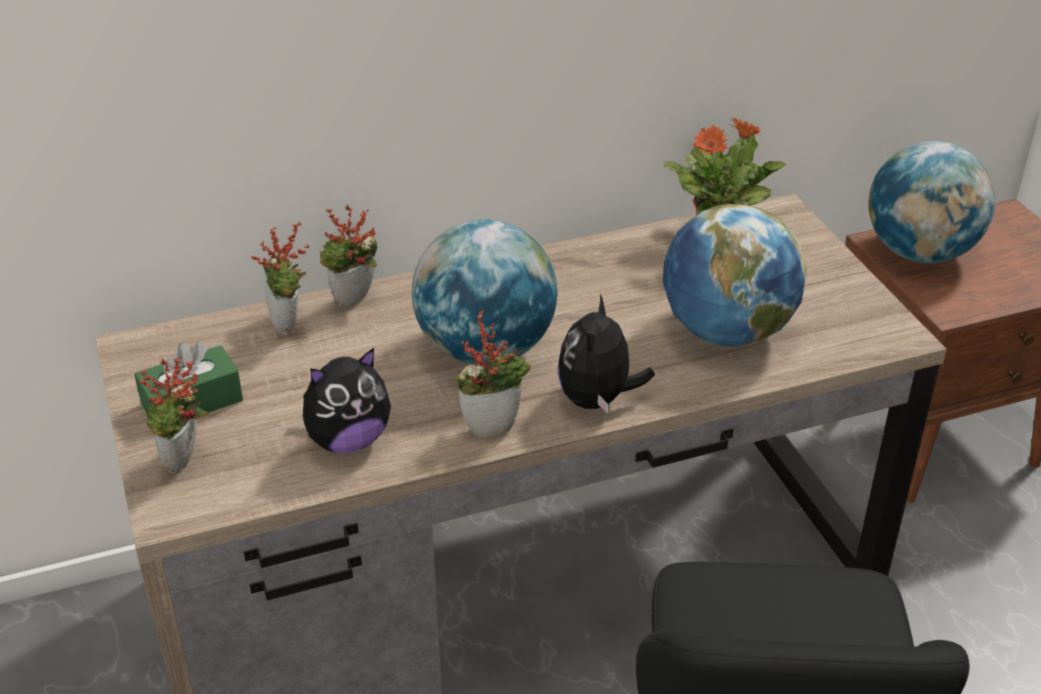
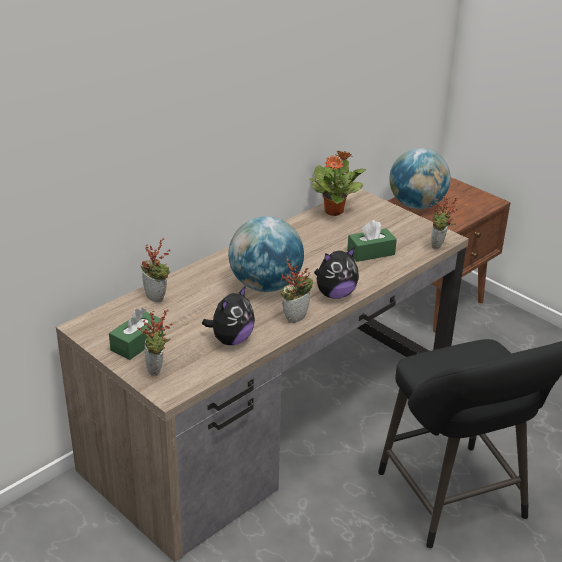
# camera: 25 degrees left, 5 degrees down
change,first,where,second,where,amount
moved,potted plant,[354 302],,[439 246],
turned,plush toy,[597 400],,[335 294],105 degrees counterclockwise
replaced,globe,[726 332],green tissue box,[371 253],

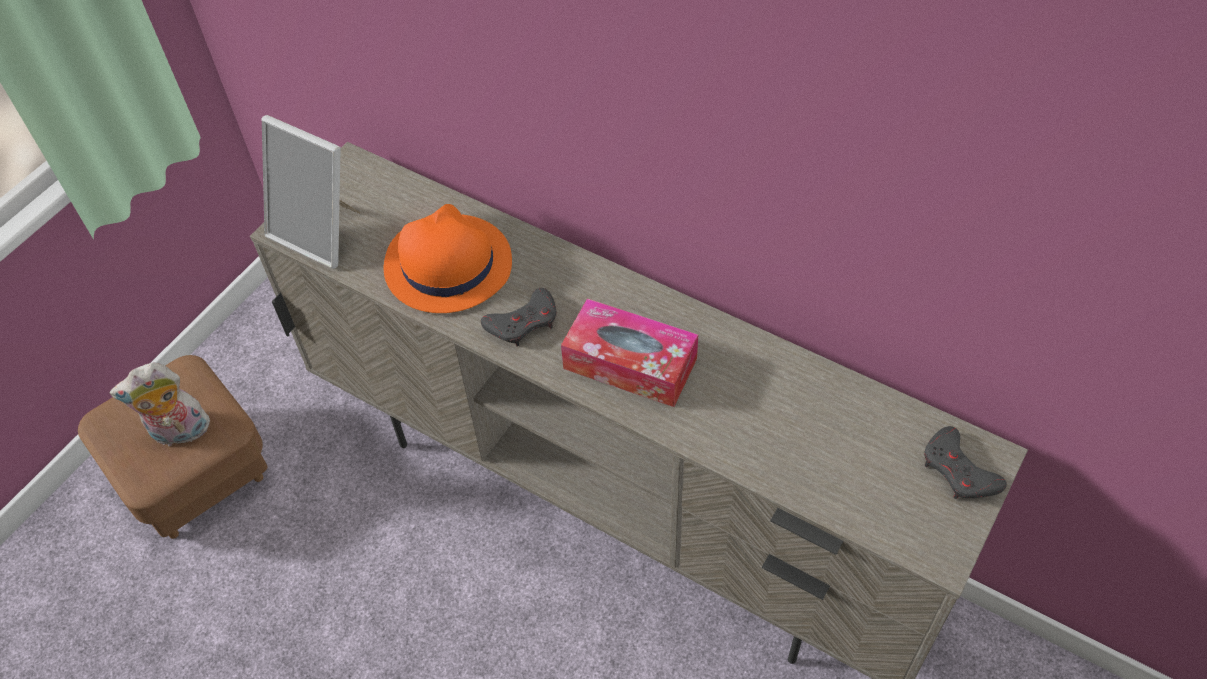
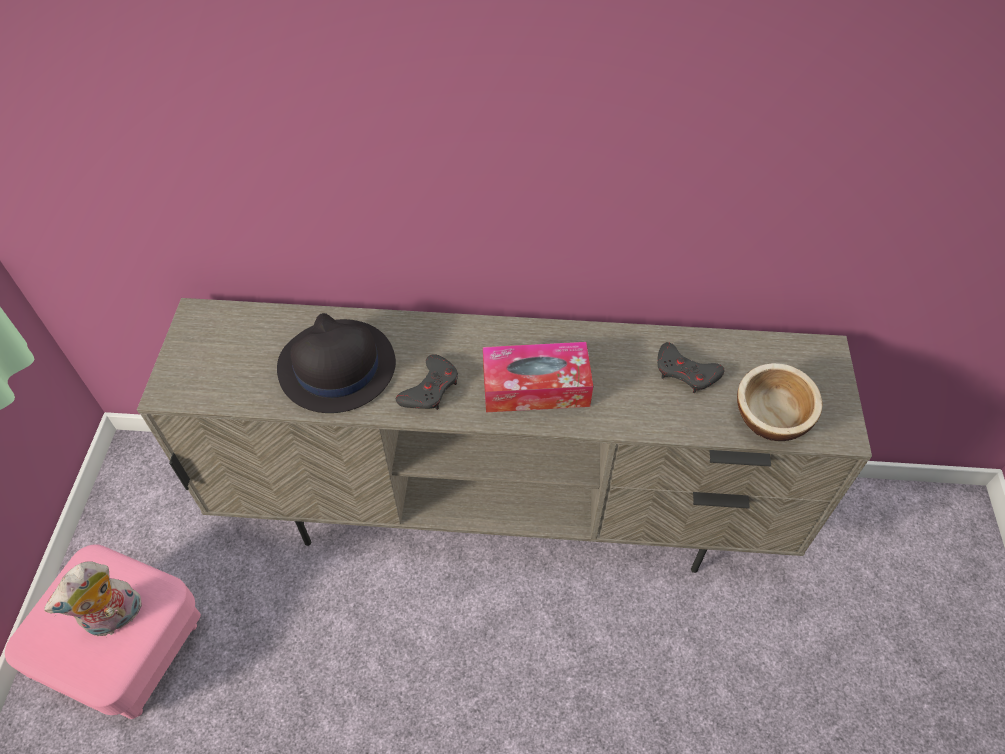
# camera: 30 degrees left, 0 degrees up
change,first,where,second,where,amount
recoloured,brown ottoman,[195 474],pink ottoman,[129 650],
removed,picture frame,[321 232],,,
recoloured,orange hat,[447 265],black hat,[336 367],
moved,grey game controller,[959 471],,[686 372],
added,,,bowl,[770 417],

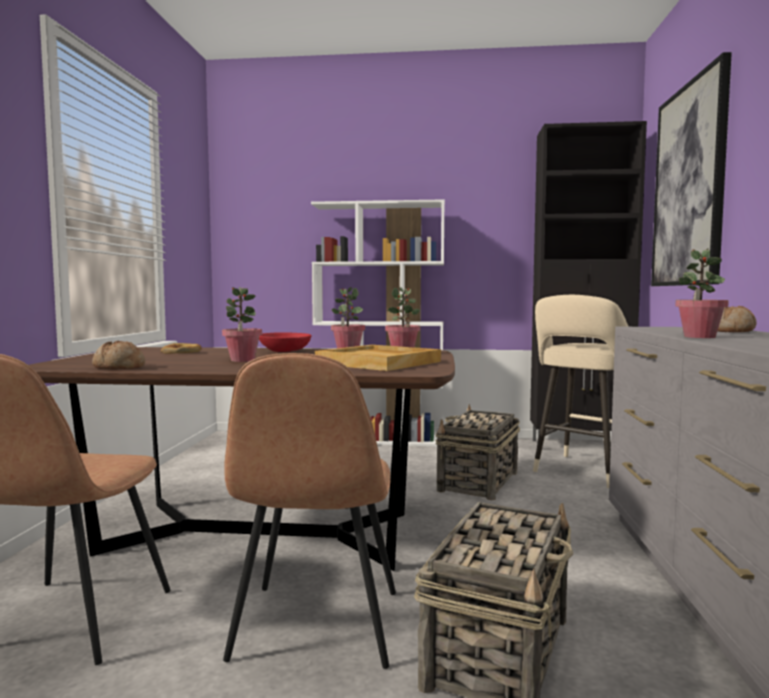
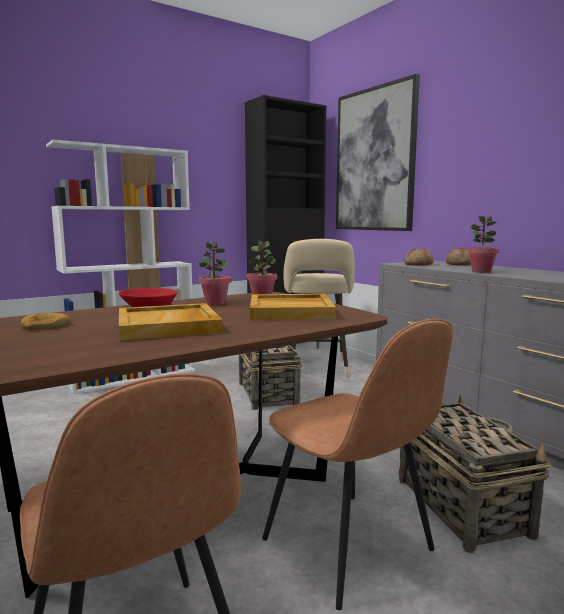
# camera: 40 degrees left, 5 degrees up
change,first,where,second,where,amount
moved,bread,[118 367],,[418 264],
replaced,potted plant,[242 360],beige tray,[169 326],

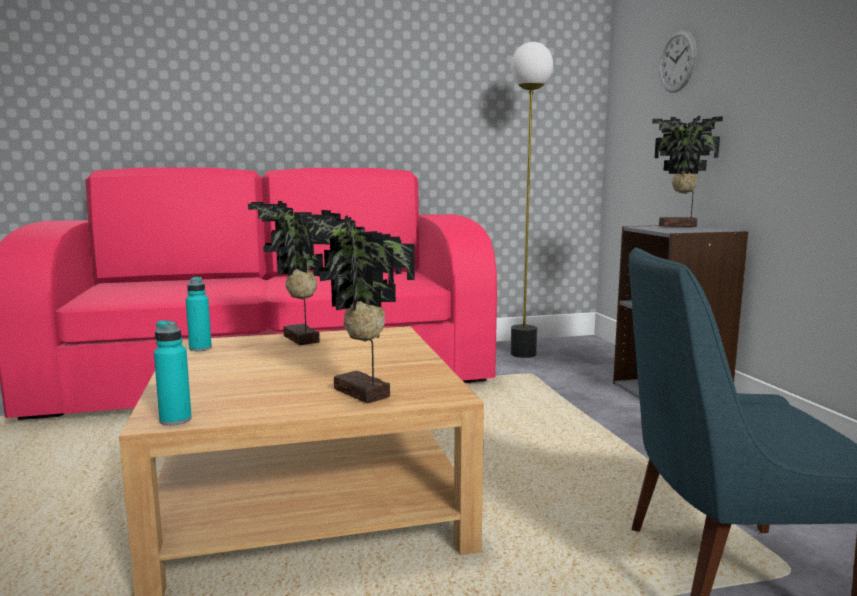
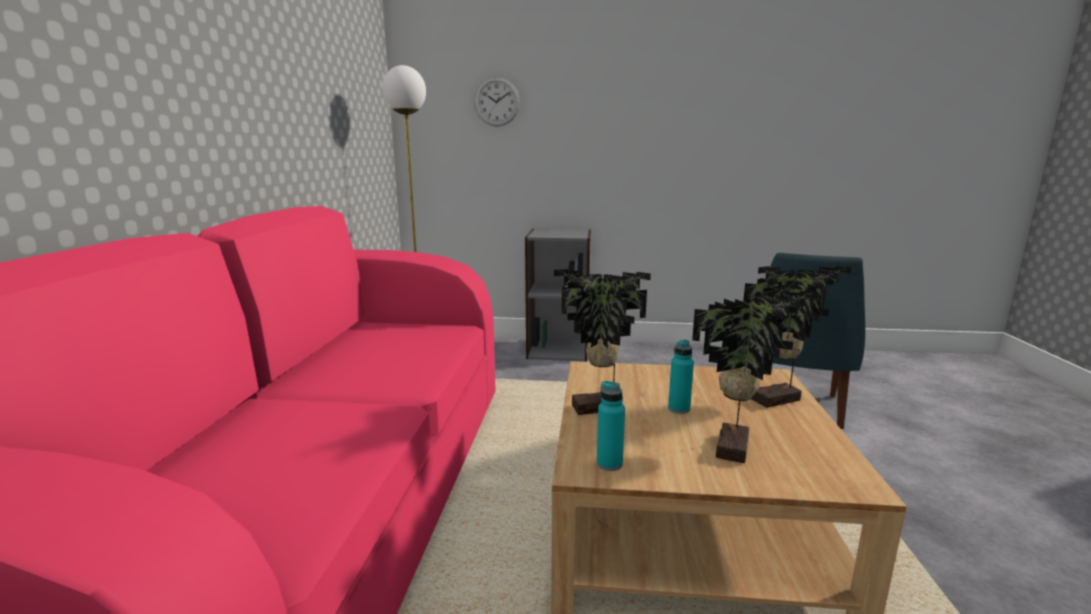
# camera: 70 degrees left, 5 degrees up
change,first,where,second,where,amount
moved,turquoise bottle,[175 420],,[679 409],
moved,potted plant,[679 226],,[736 448],

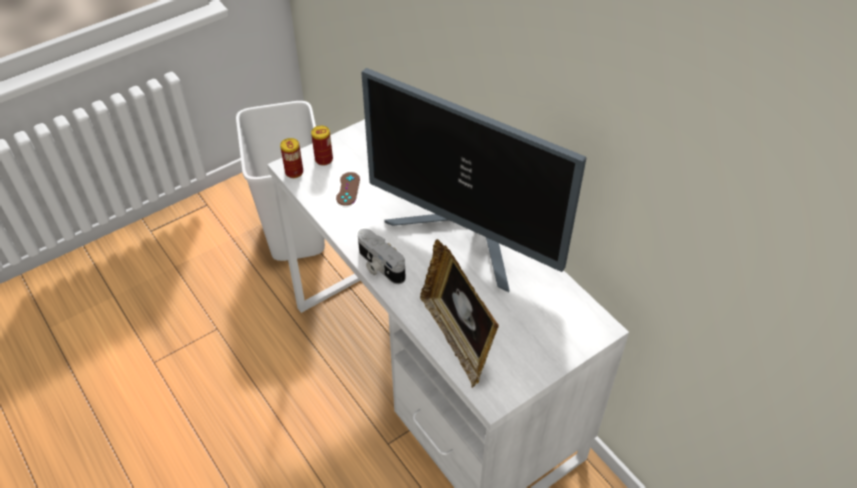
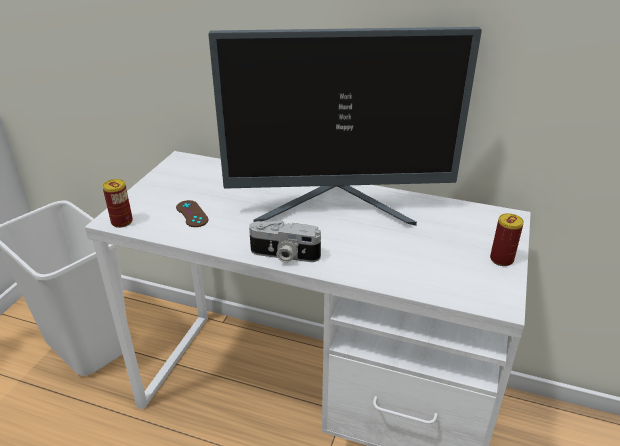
# camera: 35 degrees left, 15 degrees down
change,first,where,second,where,amount
moved,can,[324 159],,[501 259],
removed,picture frame,[457 337],,,

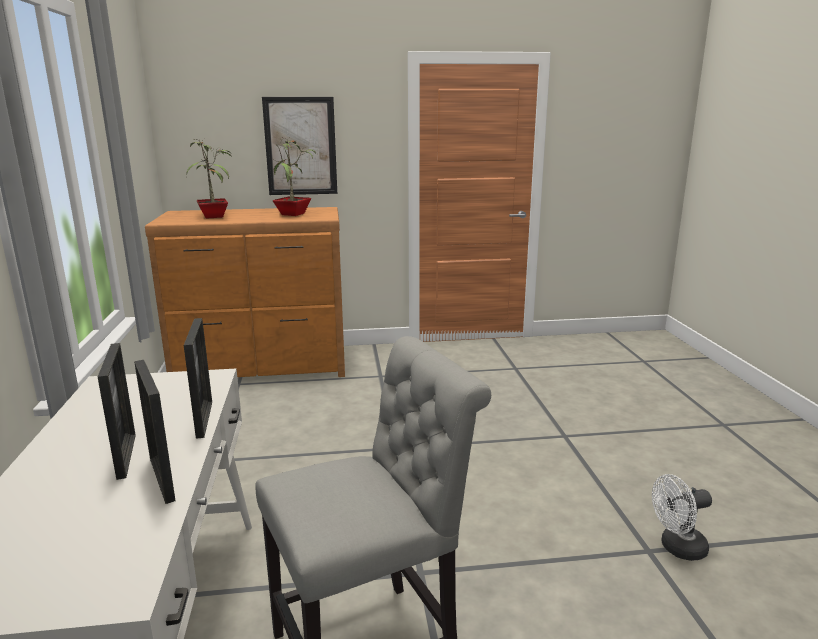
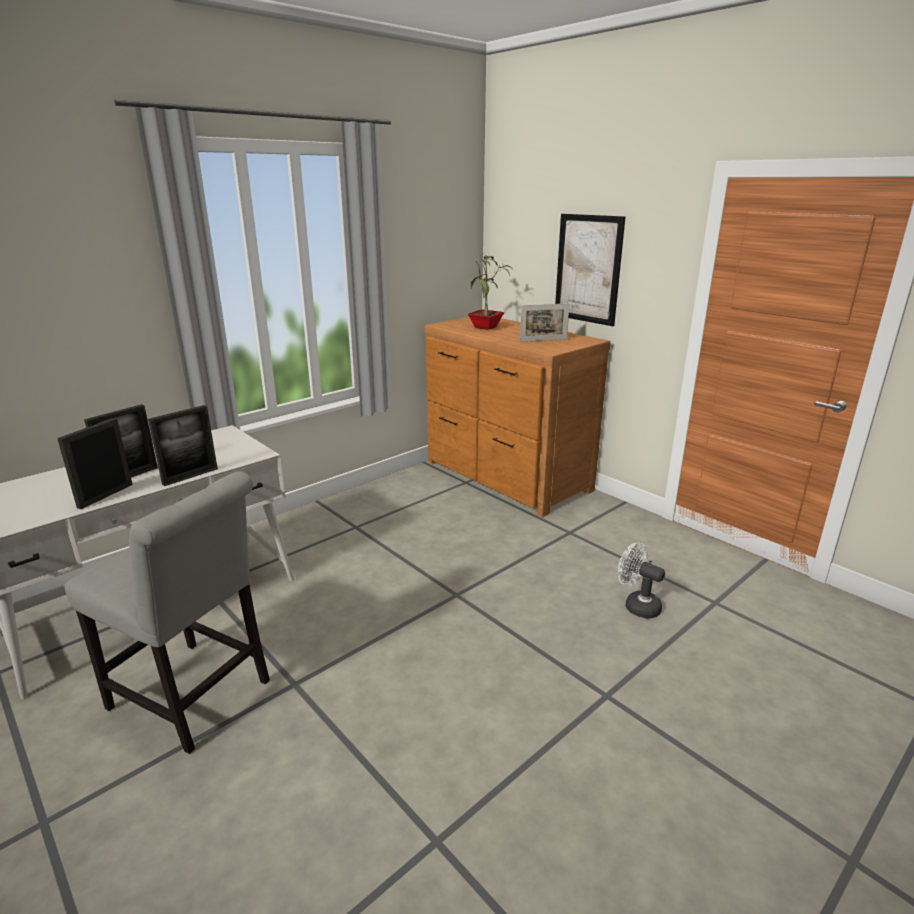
# camera: 55 degrees right, 5 degrees up
change,first,where,second,where,amount
replaced,potted plant,[294 214],picture frame,[543 340],
moved,white fan,[677 548],,[637 605],

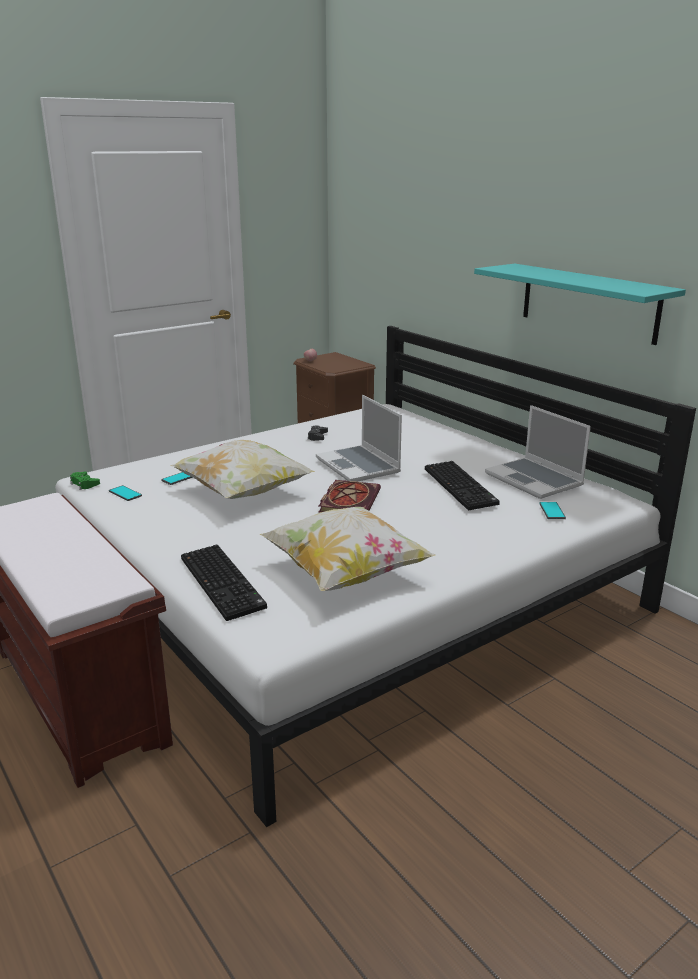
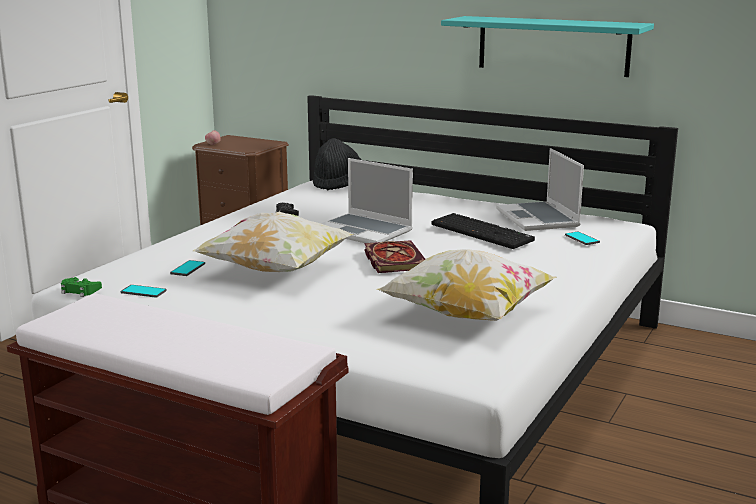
# camera: 25 degrees left, 5 degrees down
change,first,where,second,where,amount
removed,keyboard,[224 583],,,
turned,laptop,[535 480],,[539 219],45 degrees clockwise
added,,,black hat,[338 183],

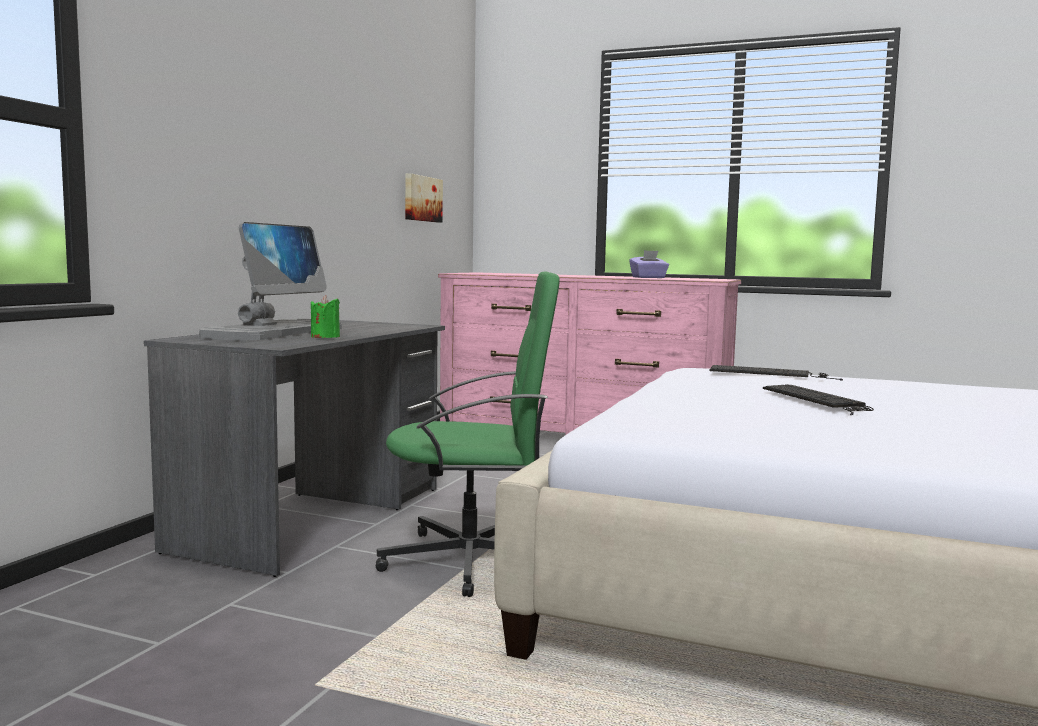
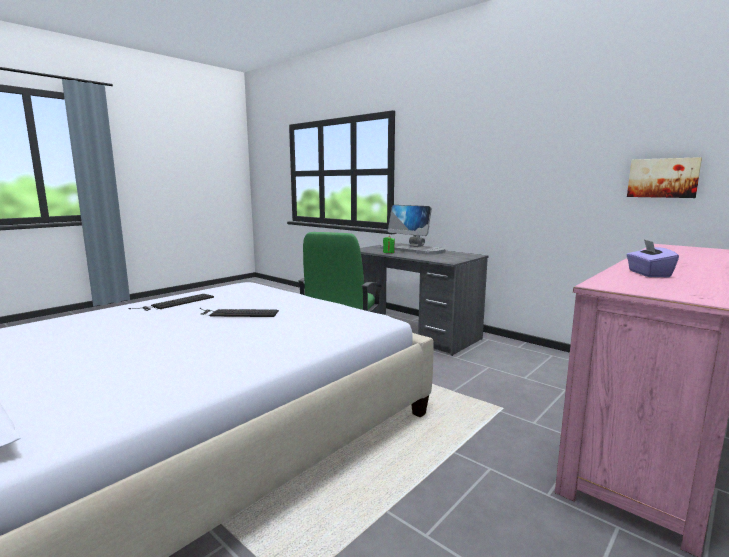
# camera: 110 degrees right, 5 degrees up
change,first,where,second,where,amount
moved,keyboard,[771 373],,[175 303],

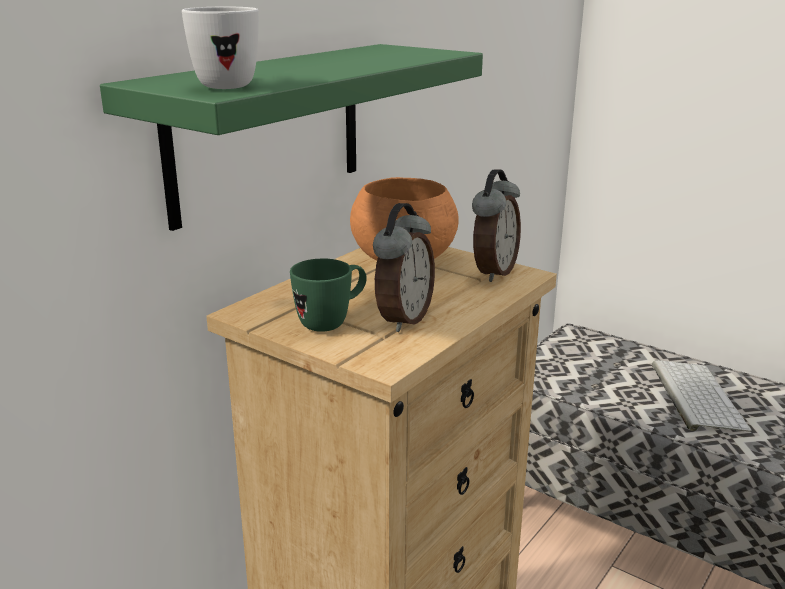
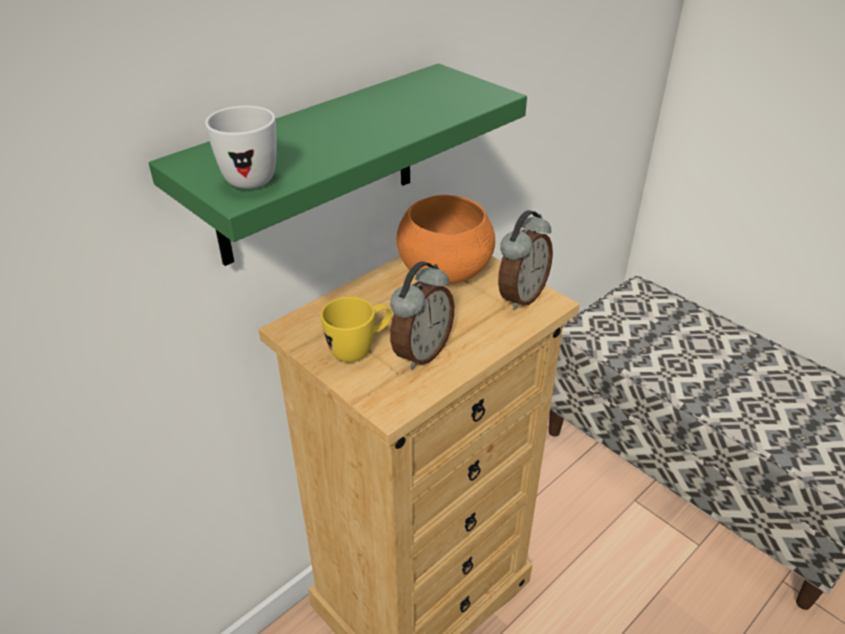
# camera: 10 degrees right, 15 degrees up
change,first,where,second,where,amount
recoloured,green mug,[332 322],yellow mug,[360 350],
removed,keyboard,[694 395],,,

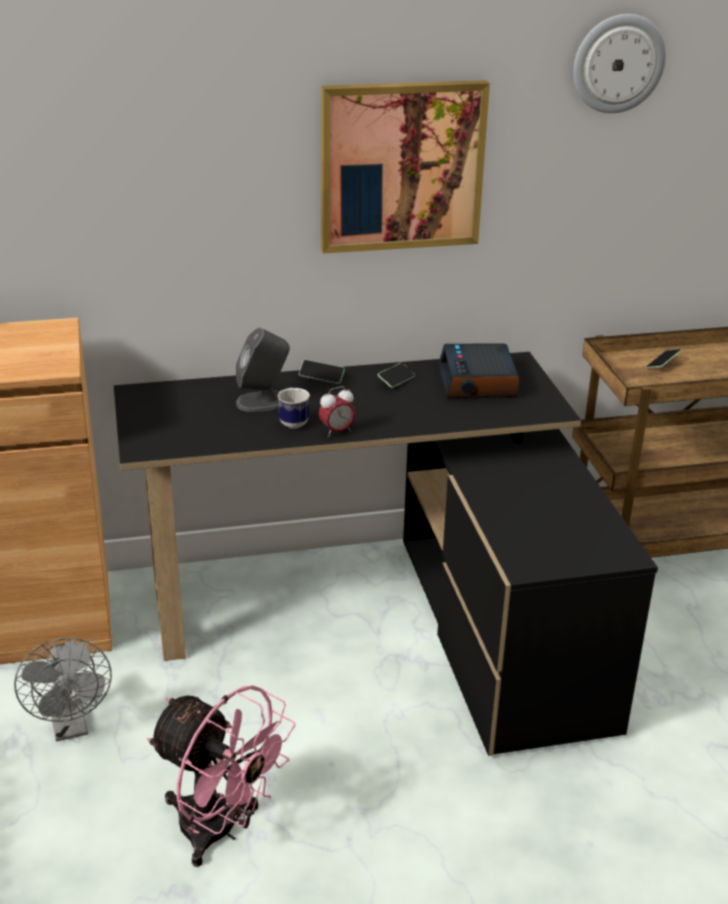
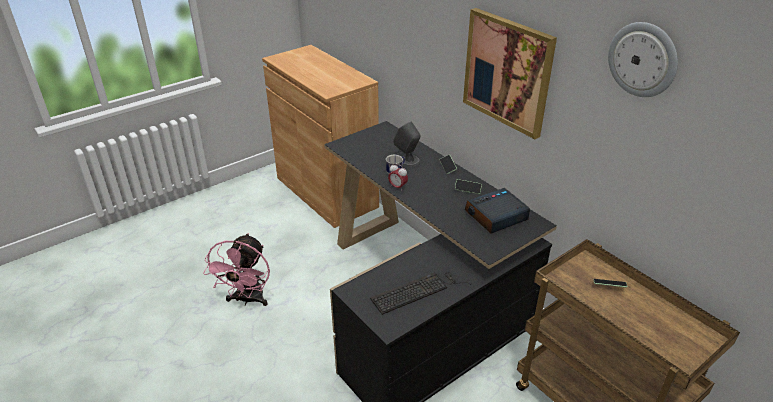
# camera: 65 degrees right, 5 degrees up
change,first,where,second,where,amount
removed,grey fan,[71 727],,,
added,,,keyboard,[418 291],

